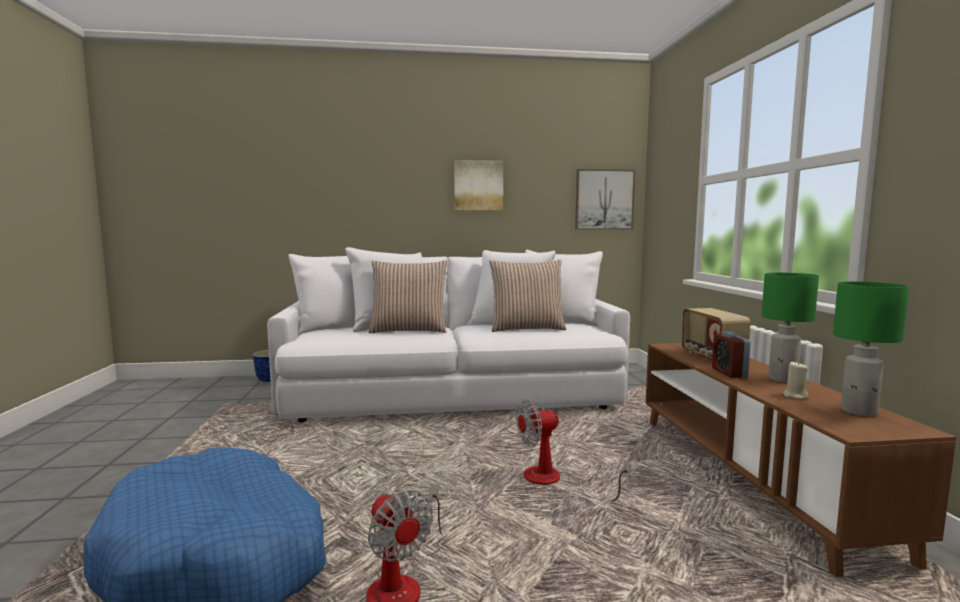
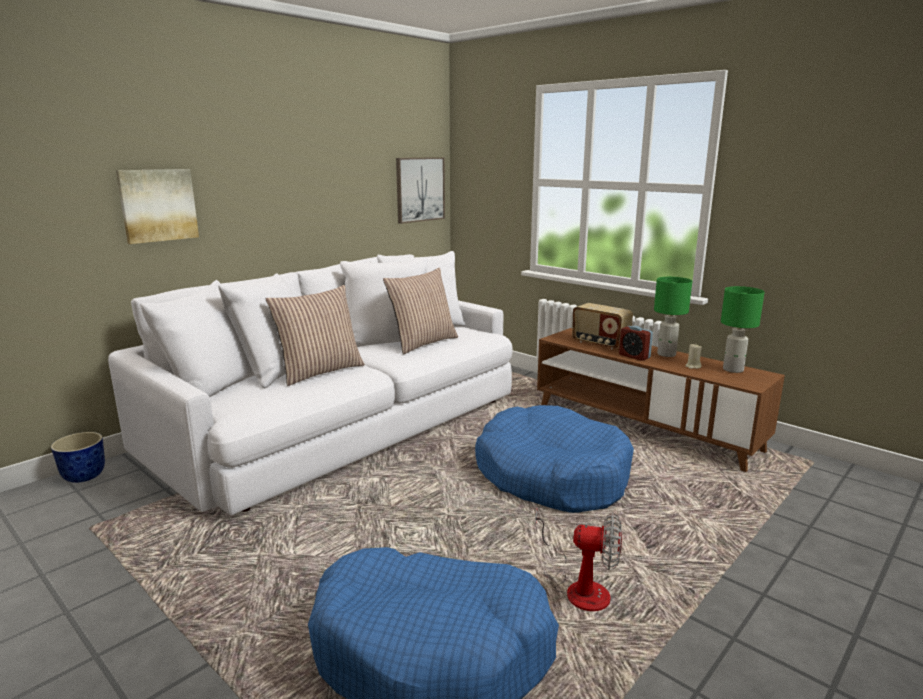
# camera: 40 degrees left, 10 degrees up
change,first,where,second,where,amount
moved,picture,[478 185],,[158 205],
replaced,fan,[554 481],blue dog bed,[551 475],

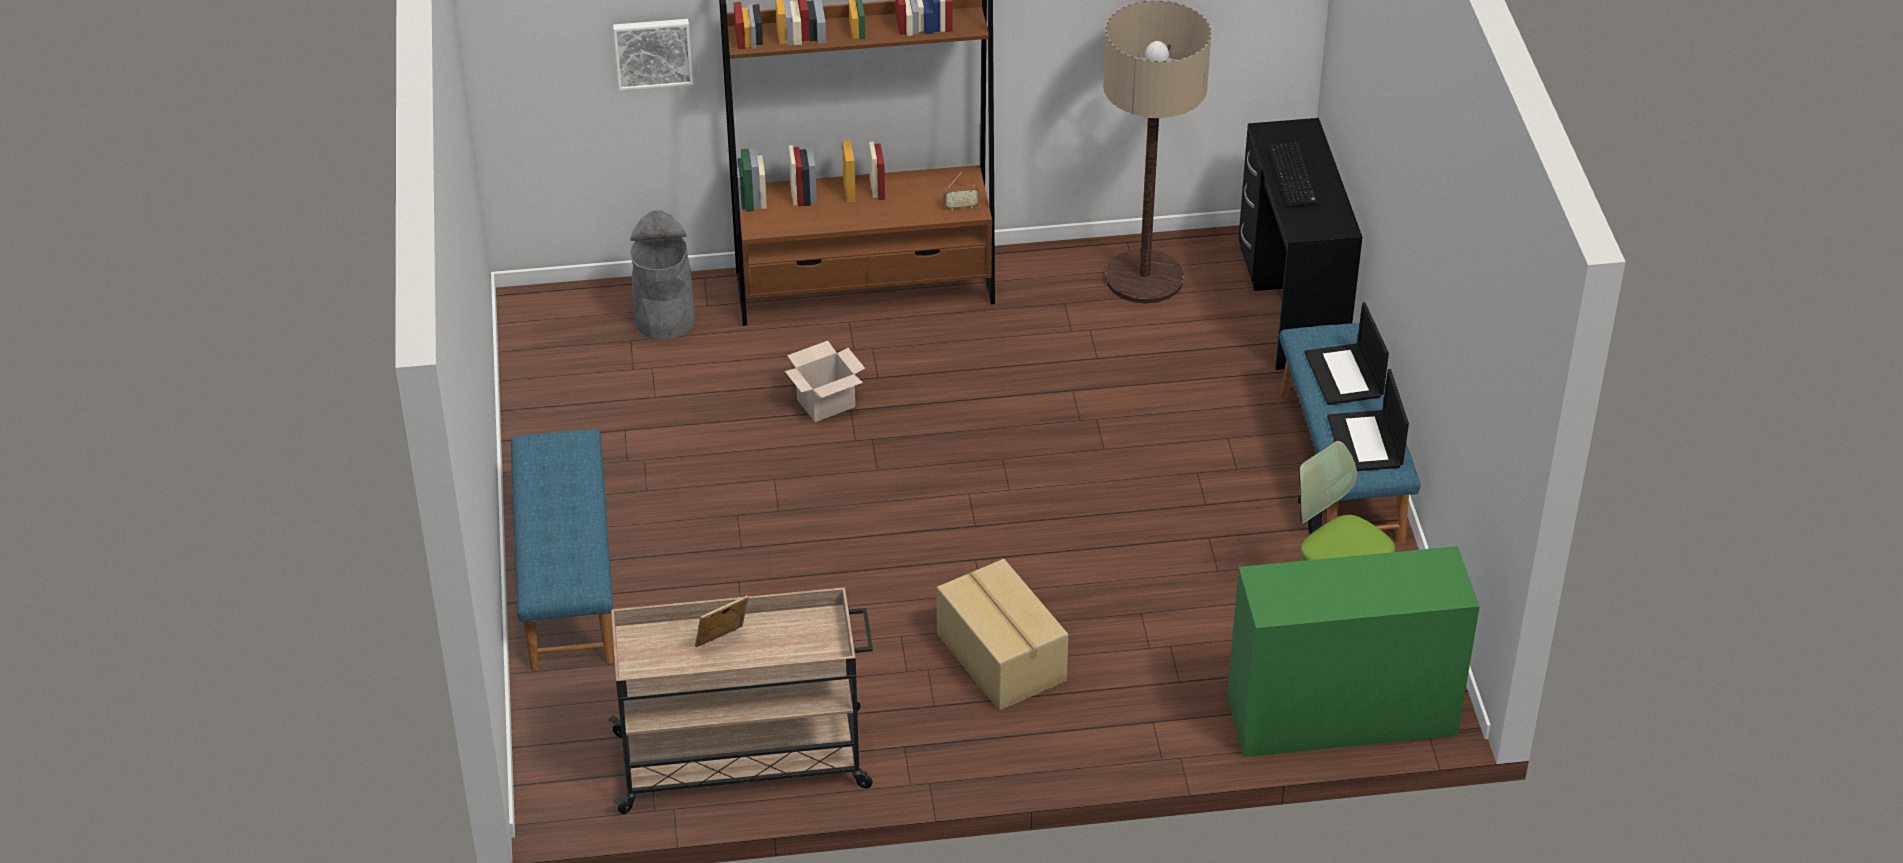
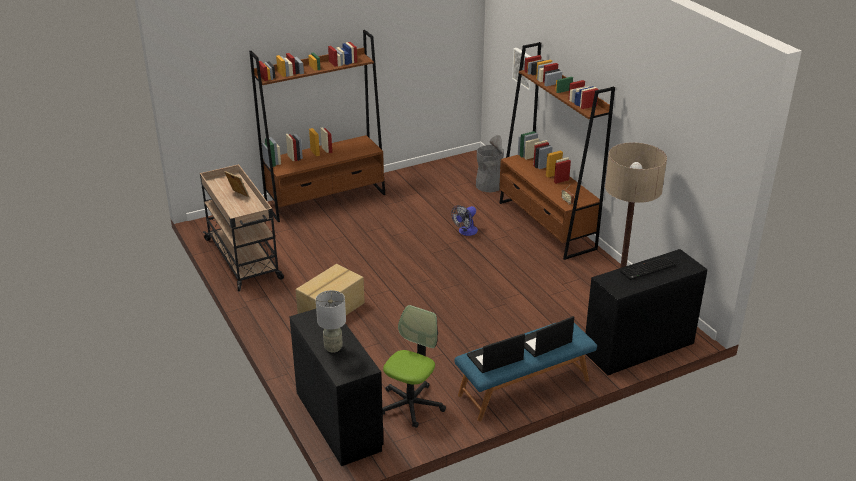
# camera: 70 degrees right, 10 degrees down
change,first,where,second,where,amount
replaced,blue bench,[565 580],brown bookcase,[326 200],
replaced,cardboard box,[826 402],fan,[465 232],
recoloured,green desk,[1341 716],black desk,[338 421],
added,,,grey table lamp,[333 348],

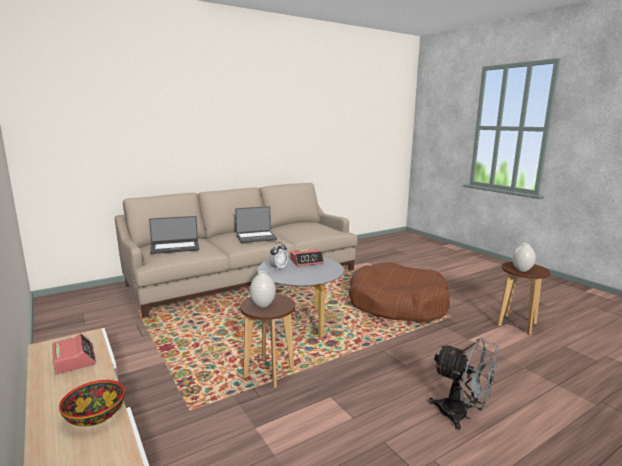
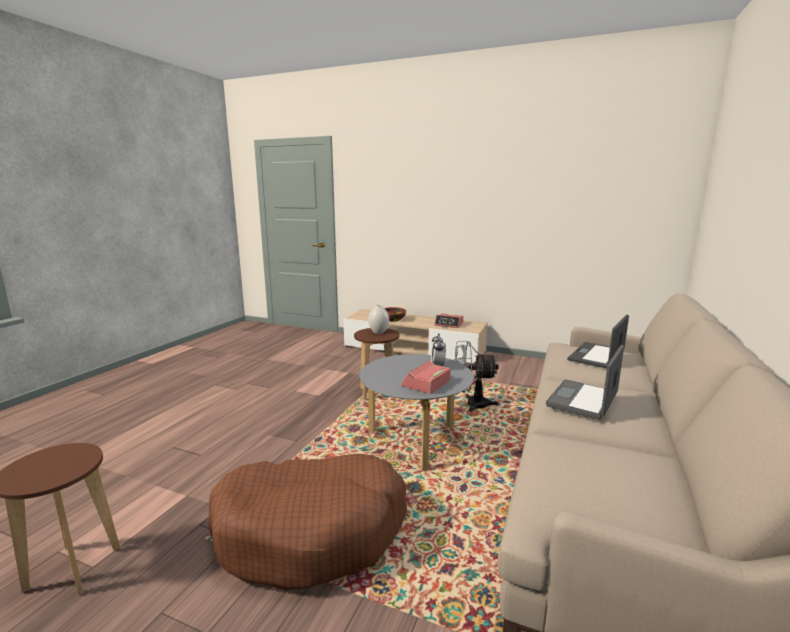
# camera: 145 degrees right, 0 degrees up
change,first,where,second,where,amount
moved,grey fan,[461 415],,[471 404],
removed,white vase,[521 270],,,

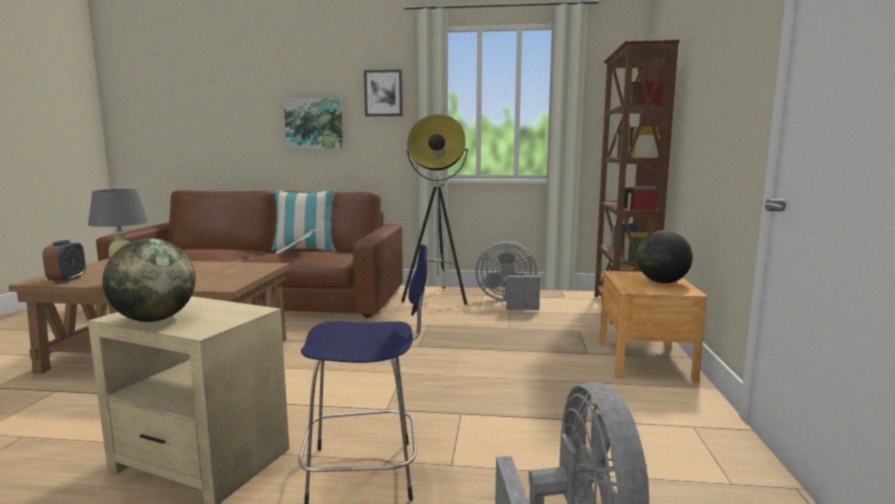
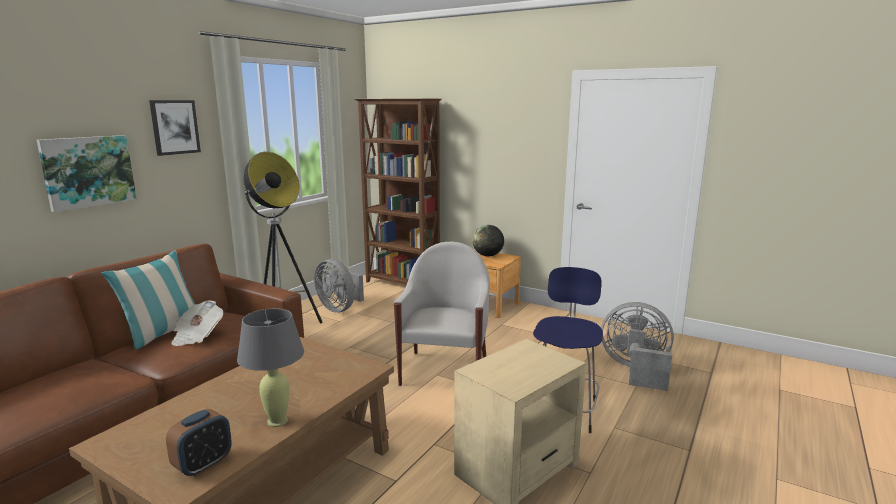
# camera: 65 degrees left, 5 degrees up
change,first,where,second,where,amount
turned,alarm clock,[67 279],,[203 465],105 degrees clockwise
removed,globe,[154 319],,,
turned,grey fan,[508 303],,[340 308],75 degrees counterclockwise
added,,,white armchair,[445 370],

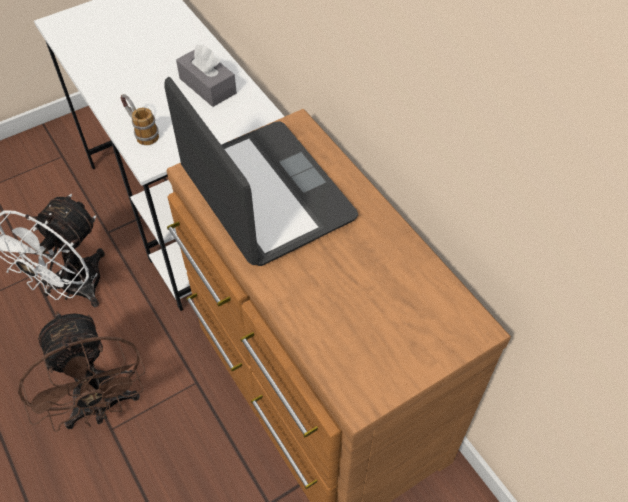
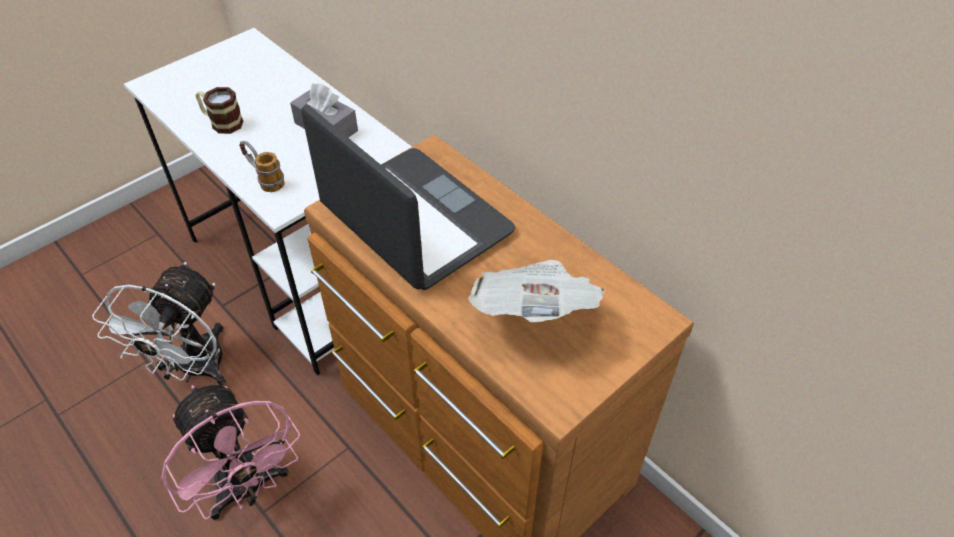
# camera: 10 degrees left, 5 degrees down
change,first,where,second,where,amount
recoloured,brown fan,[101 407],pink fan,[248 489],
added,,,mug,[222 122],
added,,,newspaper,[534 311],

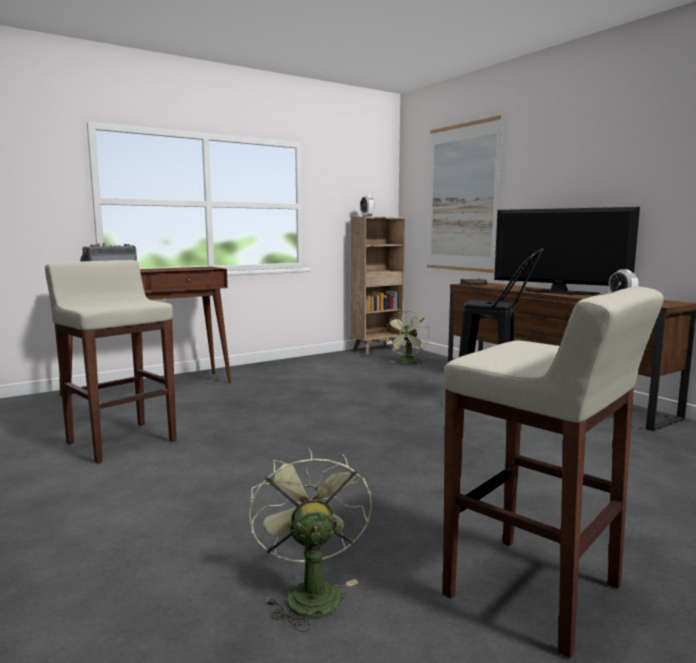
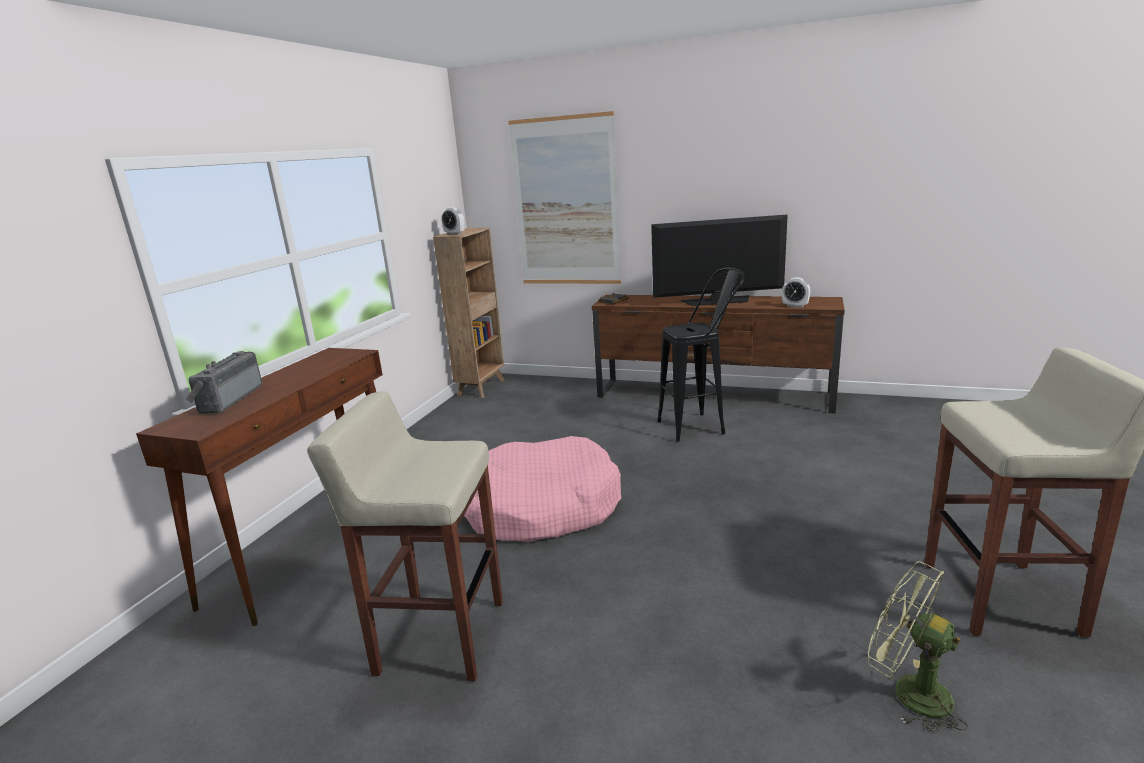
# camera: 35 degrees left, 10 degrees up
change,first,where,second,where,amount
removed,green fan,[408 363],,,
added,,,pink dog bed,[541 507],

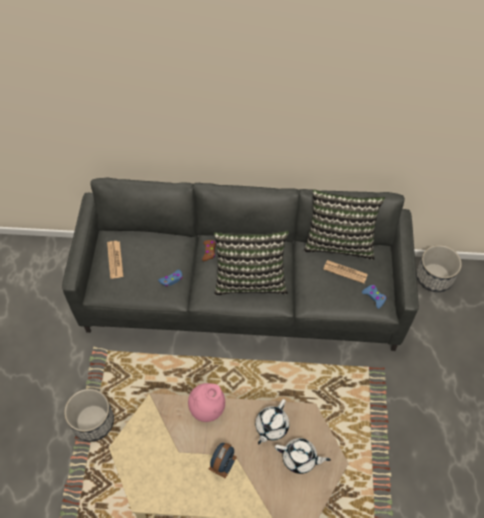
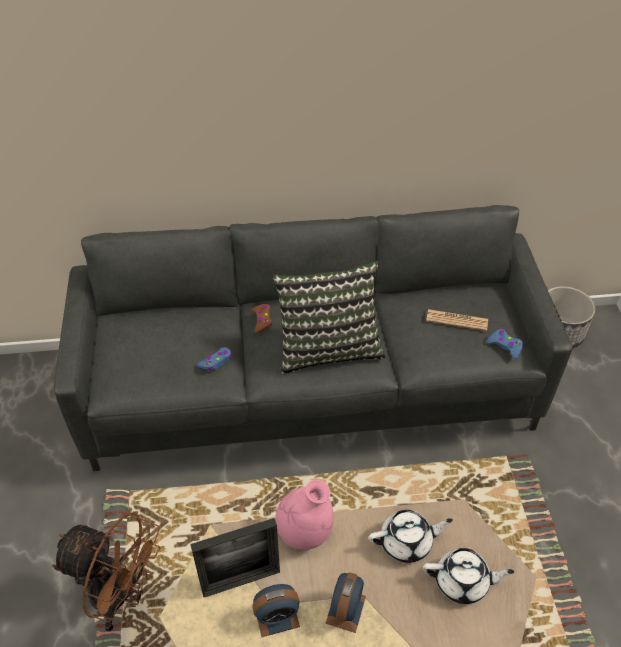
# camera: 10 degrees left, 10 degrees down
change,first,where,second,where,amount
replaced,planter,[93 421],brown fan,[121 597],
removed,newspaper,[115 260],,,
turned,white teapot,[271 426],,[407 542],120 degrees counterclockwise
removed,pillow,[339 241],,,
added,,,picture frame,[241 581],
added,,,alarm clock,[277 617],

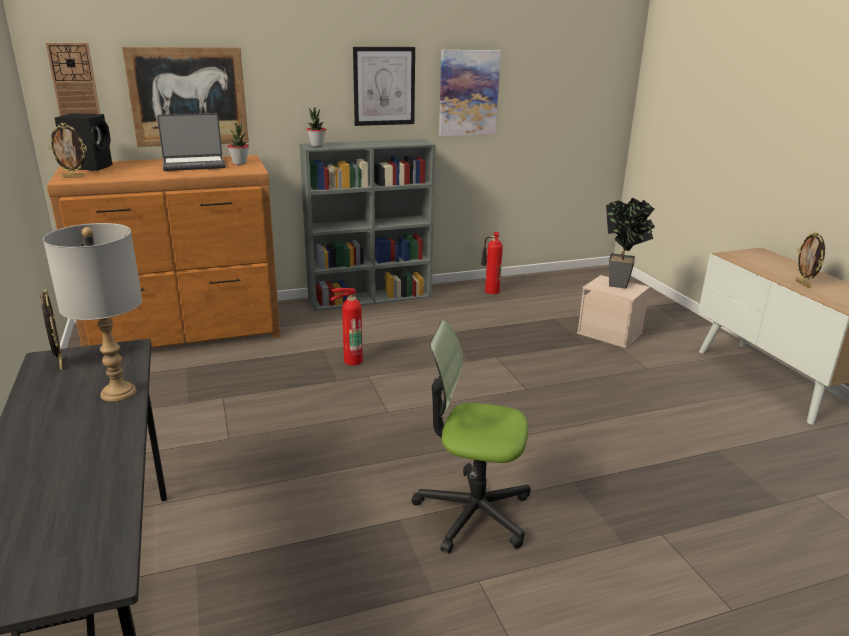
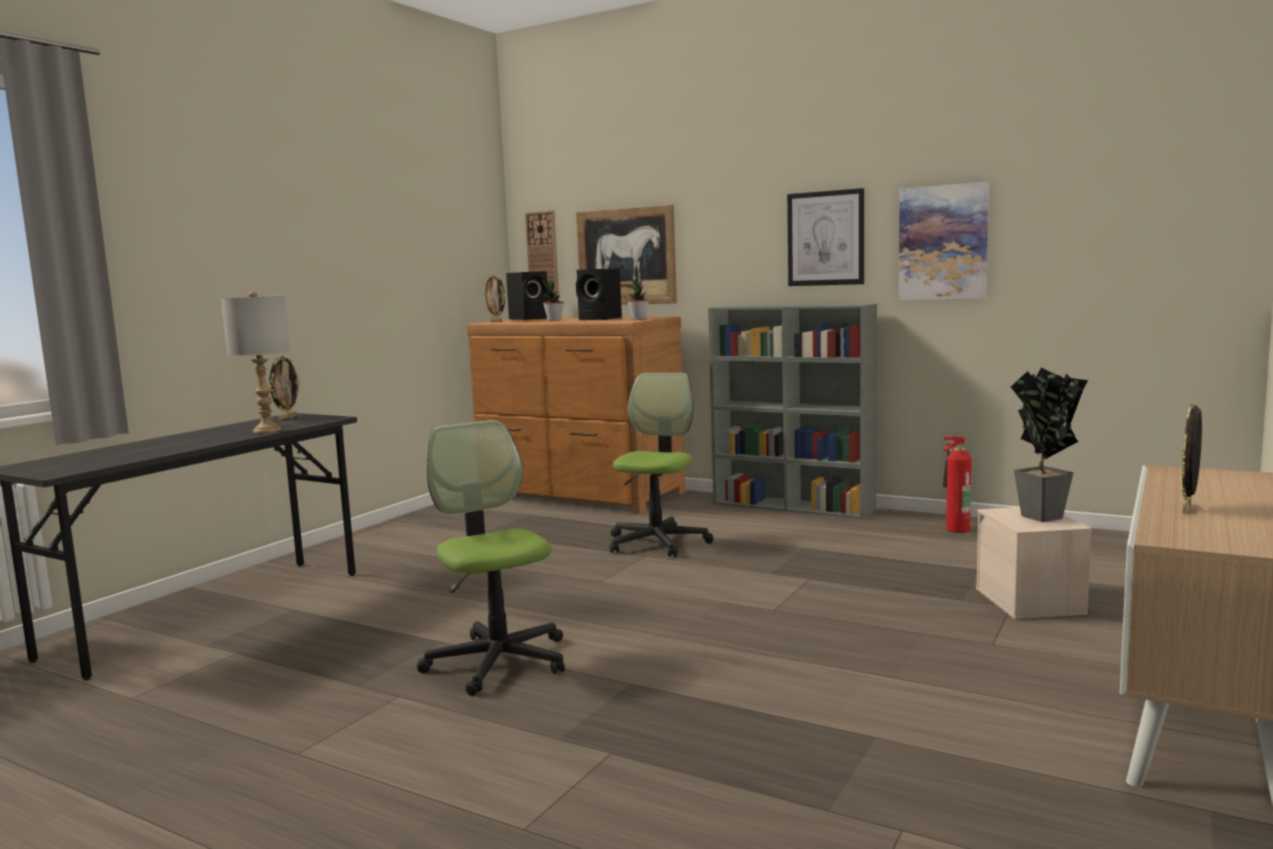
# camera: 50 degrees right, 15 degrees down
change,first,where,second,where,amount
replaced,laptop,[194 165],black speaker,[601 319],
moved,potted plant,[317 146],,[554 320],
replaced,fire extinguisher,[351 360],office chair,[657 542],

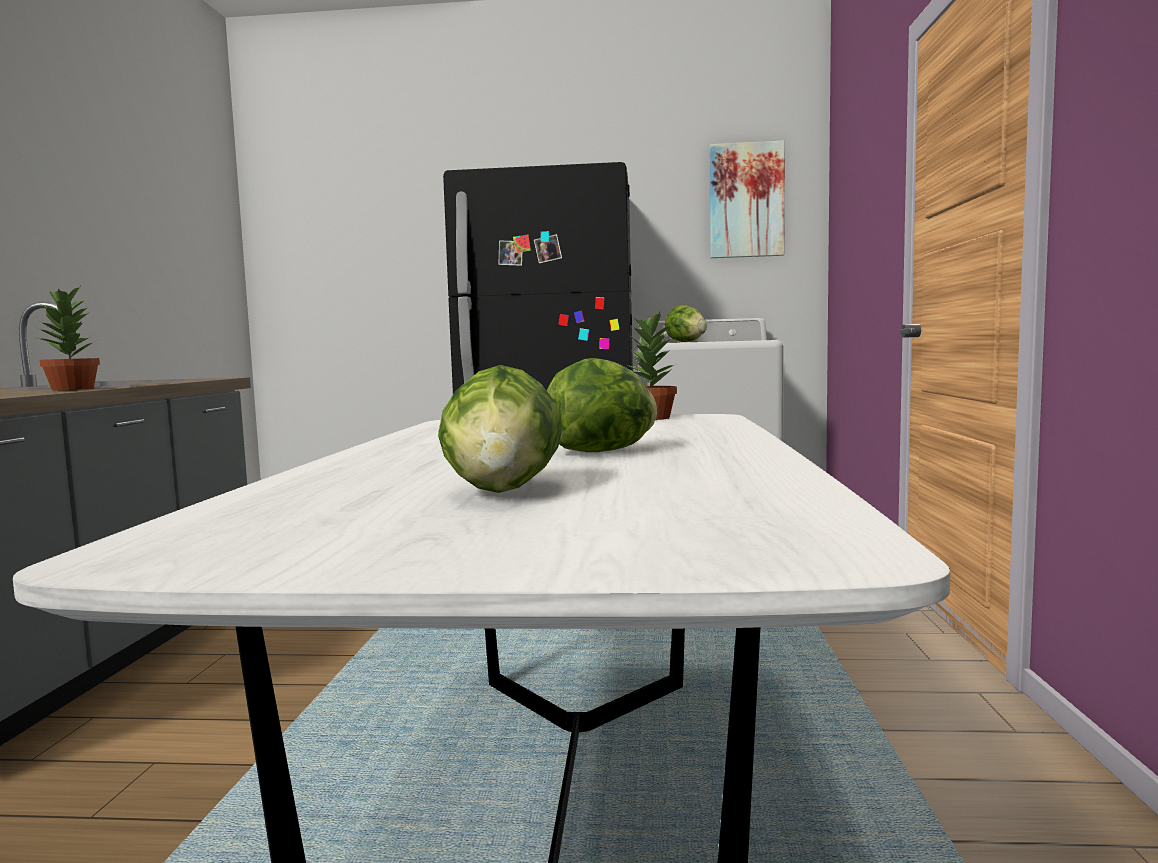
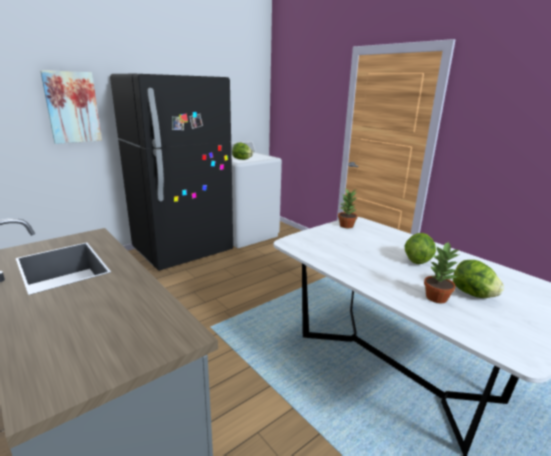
# camera: 45 degrees left, 15 degrees up
change,first,where,second,where,amount
moved,potted plant,[73 389],,[437 297],
moved,picture,[746 200],,[72 107],

